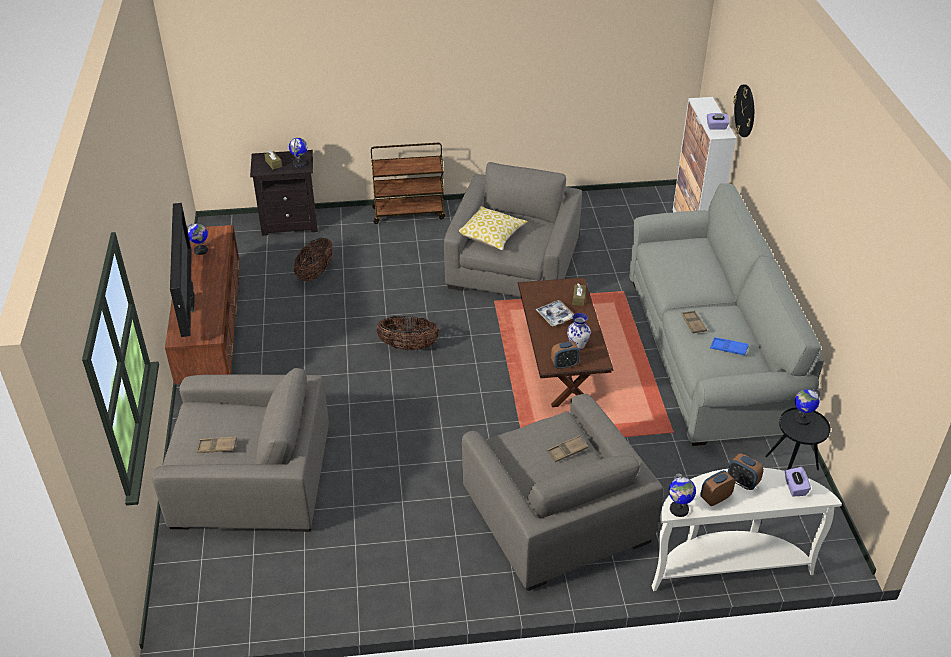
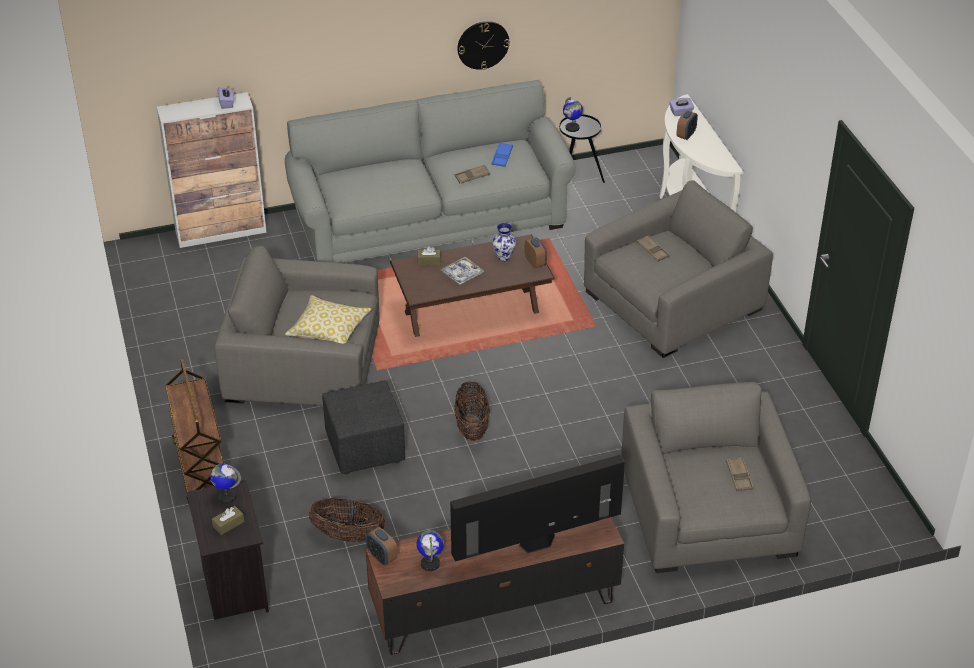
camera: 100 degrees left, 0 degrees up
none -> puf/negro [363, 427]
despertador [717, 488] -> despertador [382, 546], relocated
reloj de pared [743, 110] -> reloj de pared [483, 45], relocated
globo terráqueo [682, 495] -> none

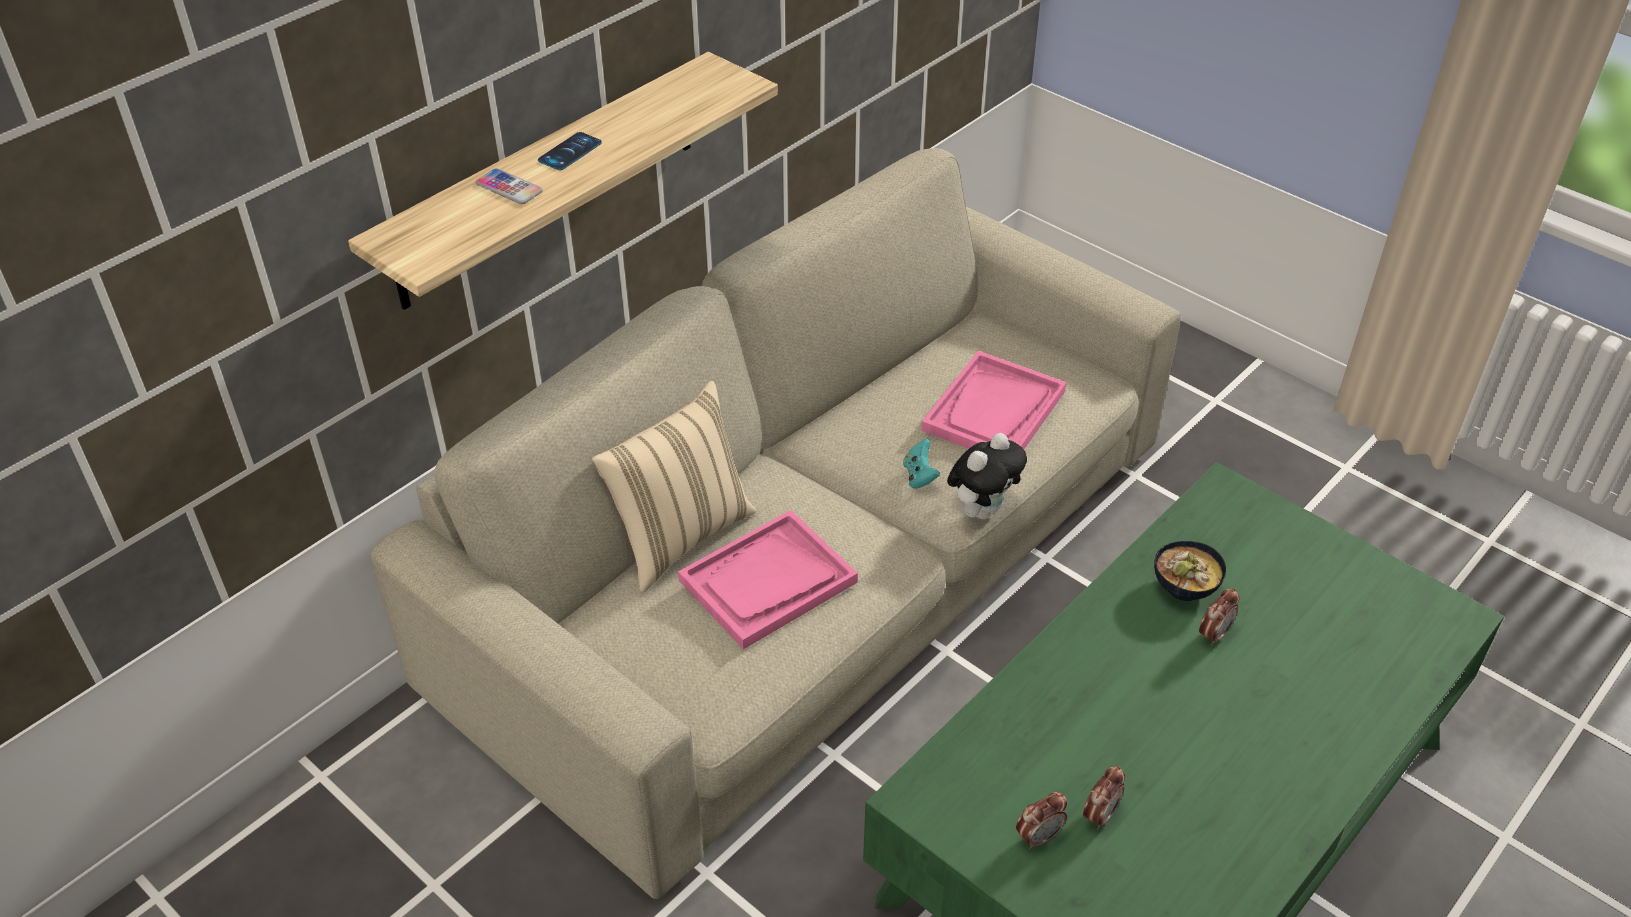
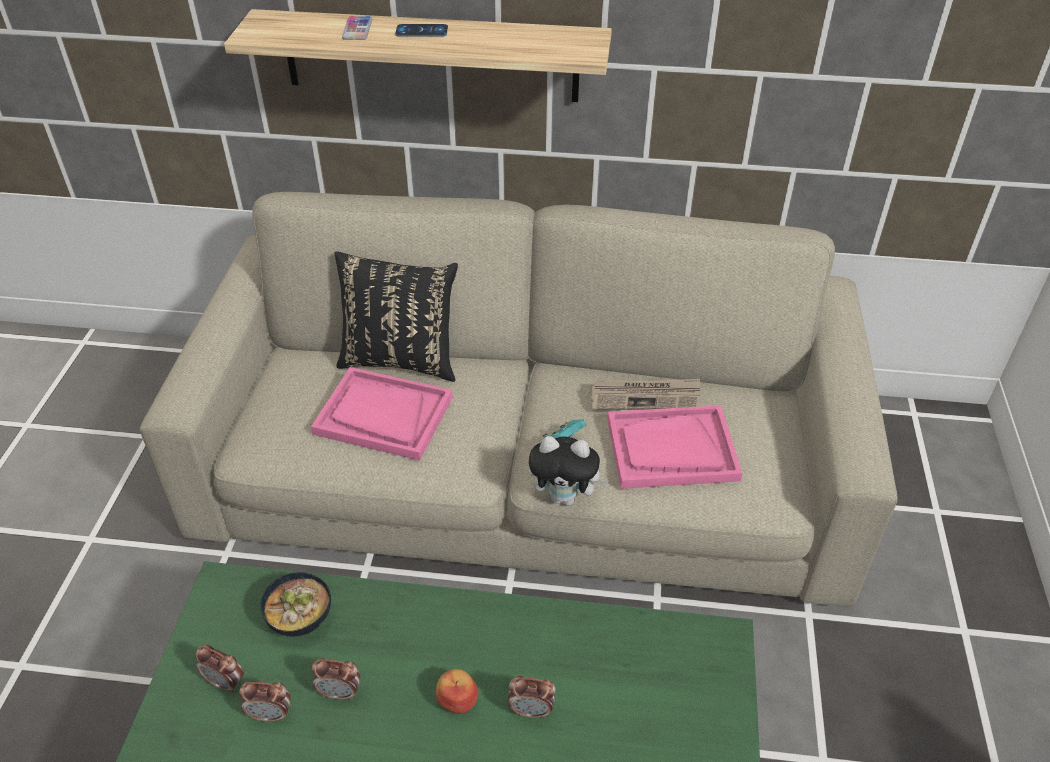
camera: 55 degrees right, 0 degrees up
cuenco [1190, 571] -> cuenco [295, 604], relocated
none -> despertador [336, 679]
cojín/beis [674, 487] -> cojín/negro [396, 317]
none -> manzana [457, 691]
none -> periódico [645, 394]

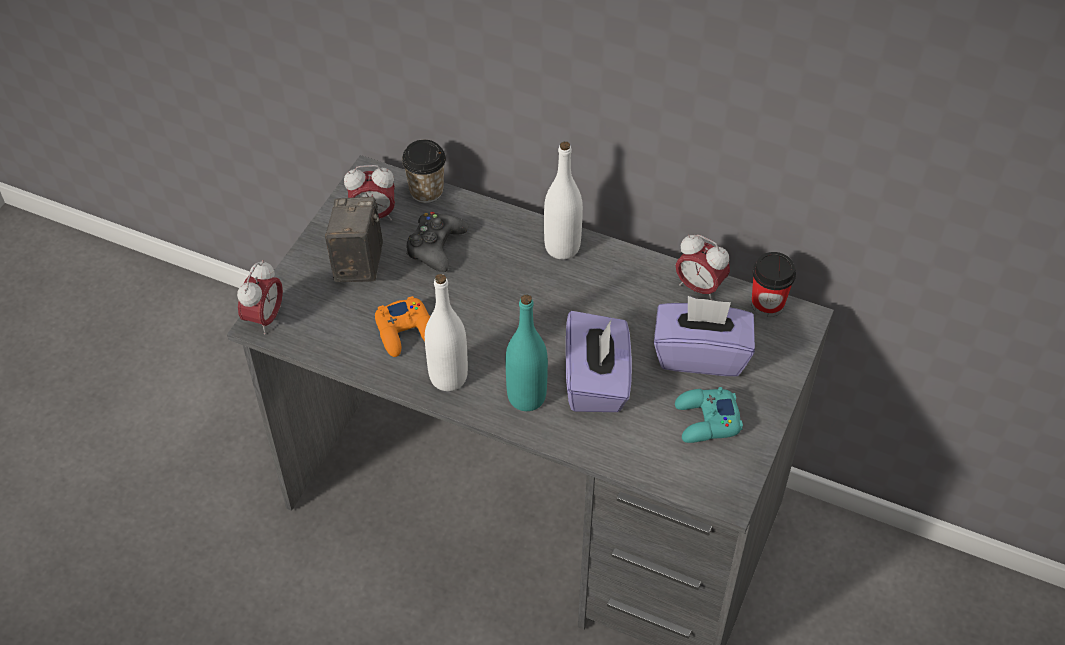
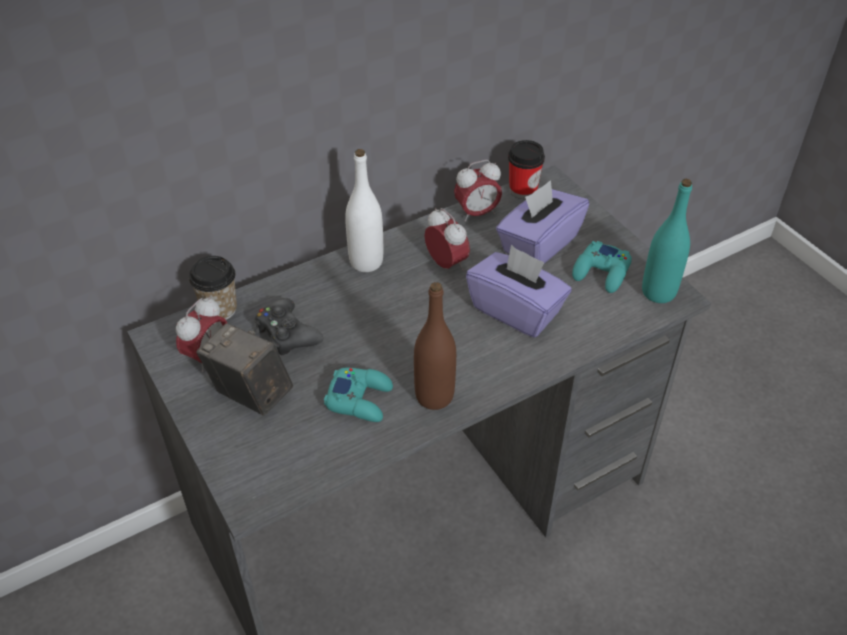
camera: 55 degrees left, 5 degrees down
mando de consola/naranja [402, 326] -> mando de consola/turquesa [358, 395]
botella/blanco [446, 332] -> botella/marrón [435, 346]
despertador [260, 297] -> despertador [447, 239], relocated
botella/turquesa [527, 353] -> botella/turquesa [667, 241], relocated

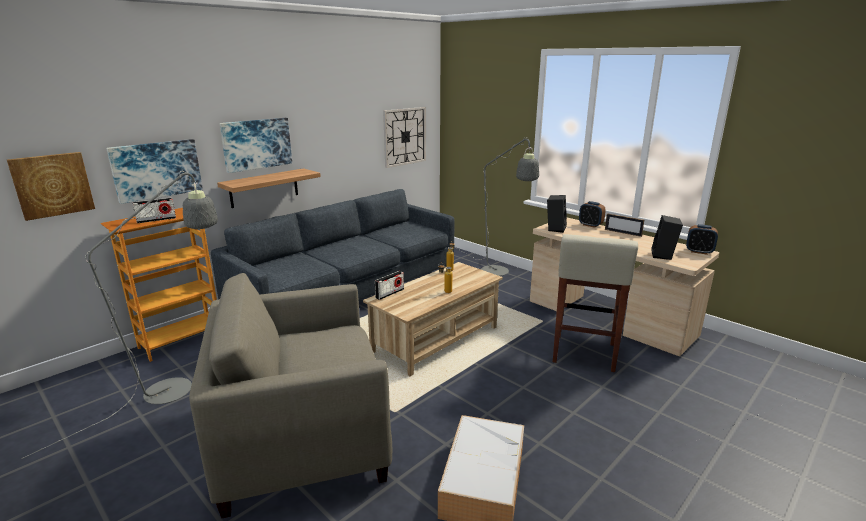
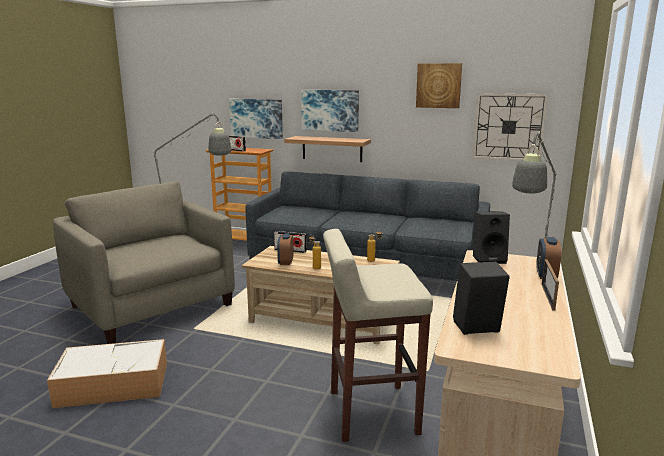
camera: 65 degrees right, 5 degrees down
despertador [702, 239] -> despertador [285, 249], relocated
cuadro [51, 186] -> cuadro [439, 85], relocated

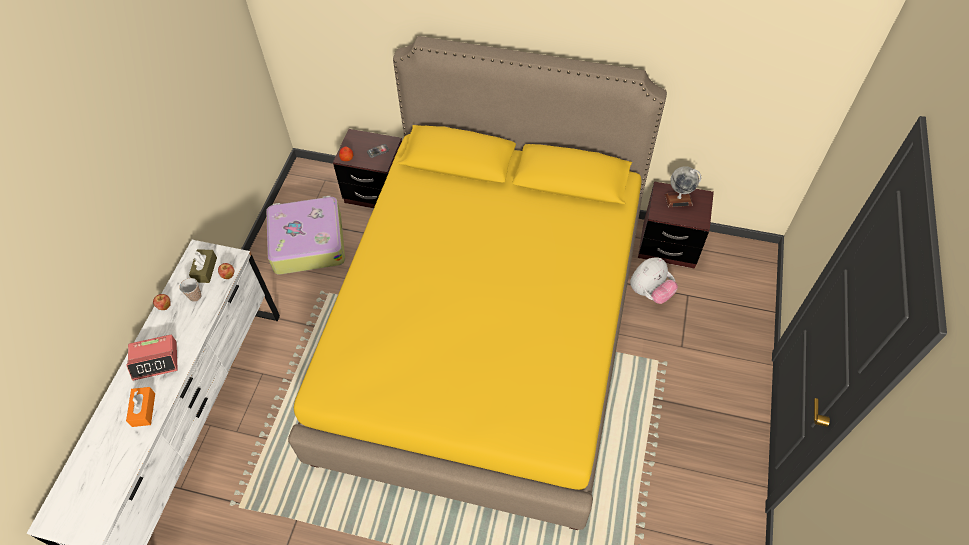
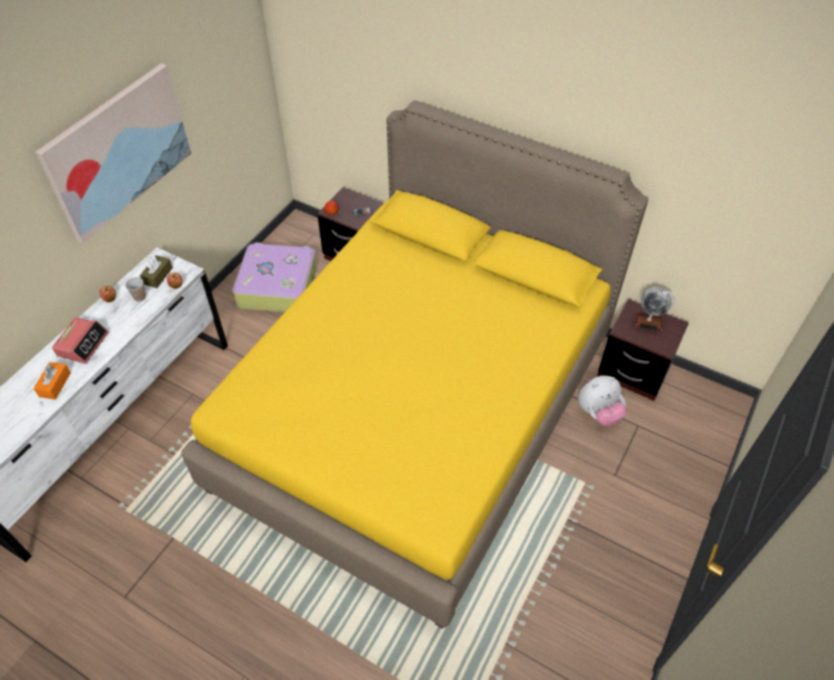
camera: 15 degrees right, 5 degrees down
none -> cuadro [113, 153]
despertador [152, 358] -> despertador [80, 340], 75 degrees counterclockwise

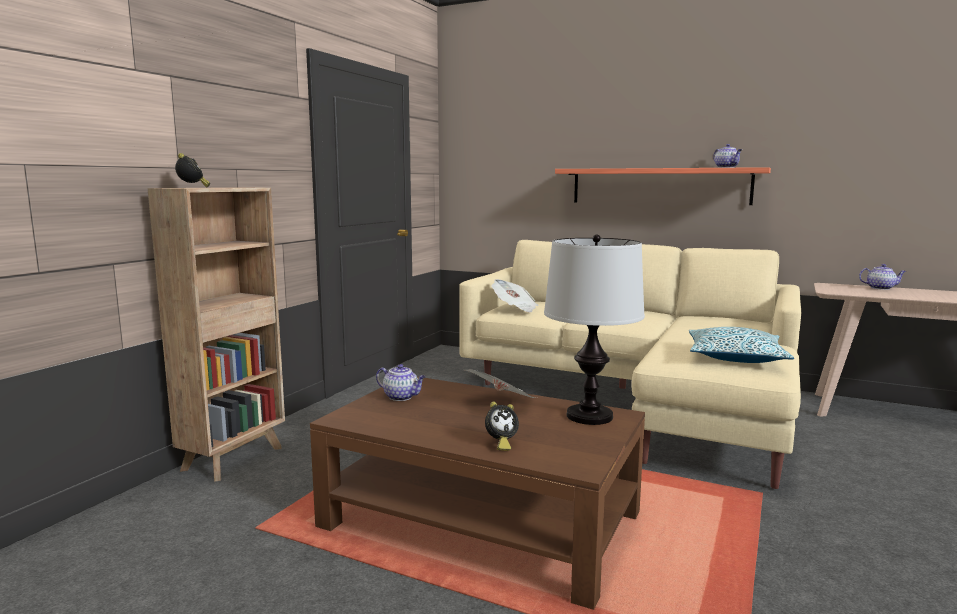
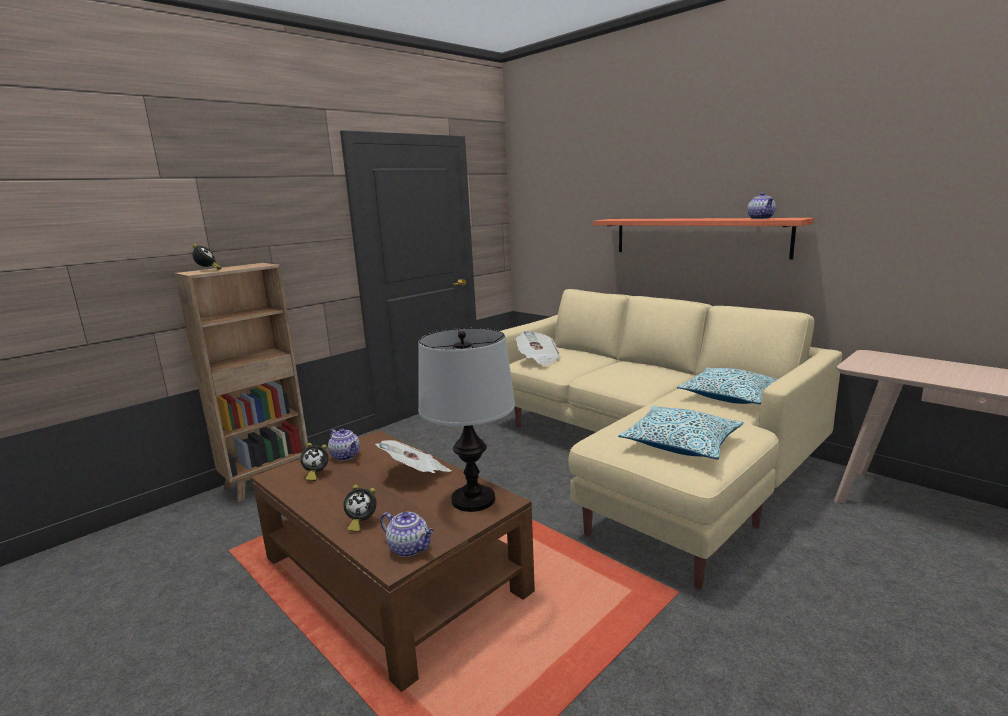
camera: 20 degrees right, 5 degrees up
none -> despertador [314, 462]
tetera [882, 277] -> tetera [407, 534], relocated
none -> cojín [727, 386]

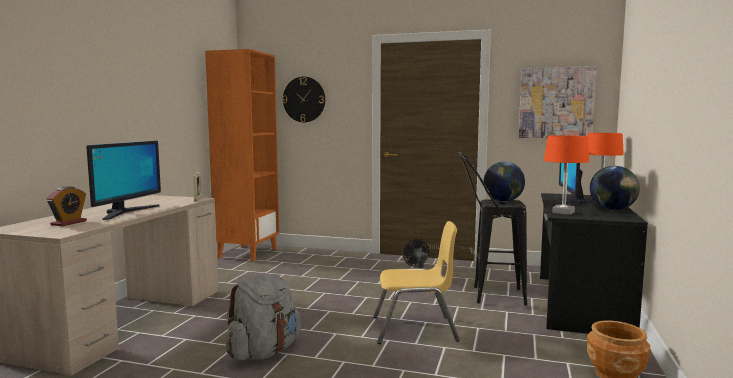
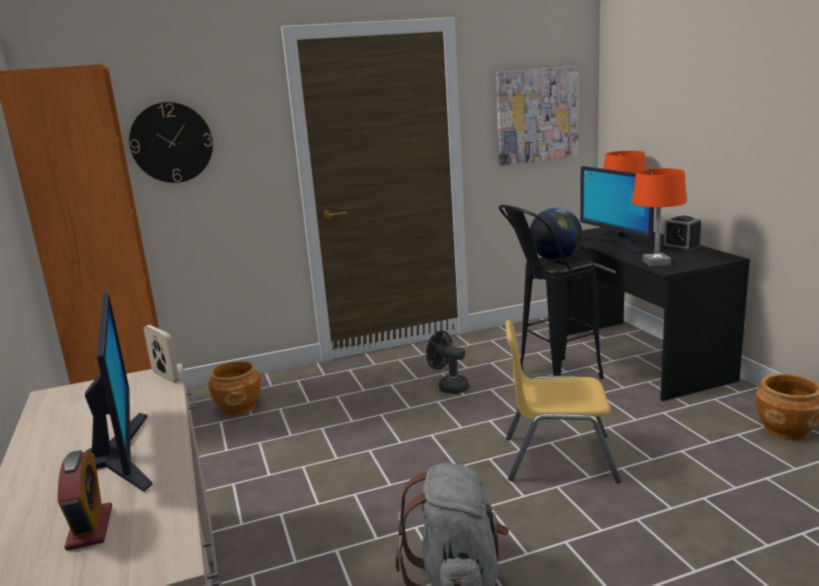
camera: 35 degrees left, 10 degrees up
none -> maceta/marrón [234, 388]
silla/amarillo [417, 282] -> silla/amarillo [563, 401], 135 degrees counterclockwise
globo terráqueo [615, 188] -> despertador [681, 234]

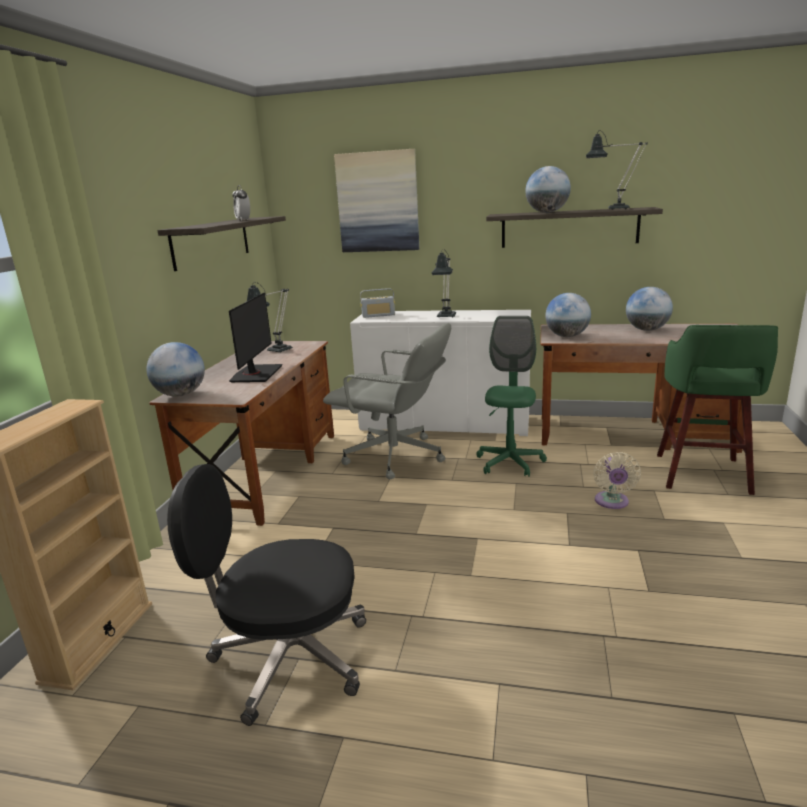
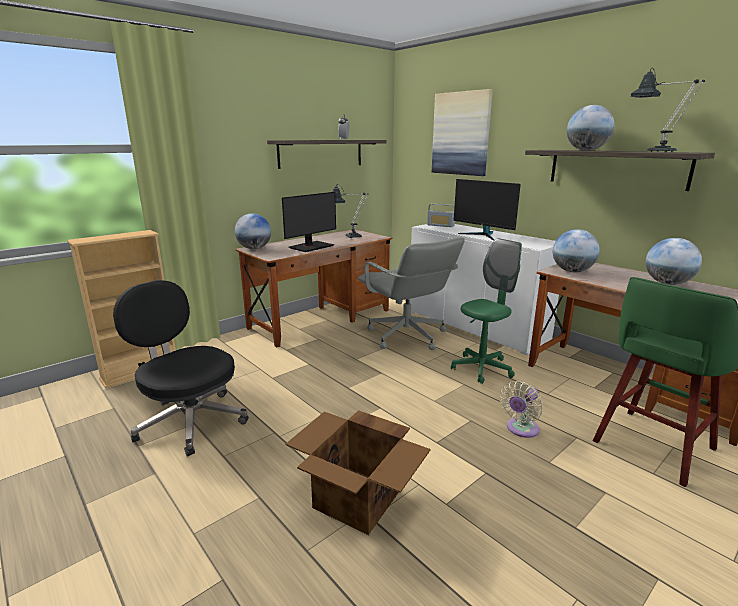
camera: 35 degrees right, 0 degrees up
none -> caja de cartón [358, 472]
lámpara de mesa [443, 283] -> monitor [487, 209]

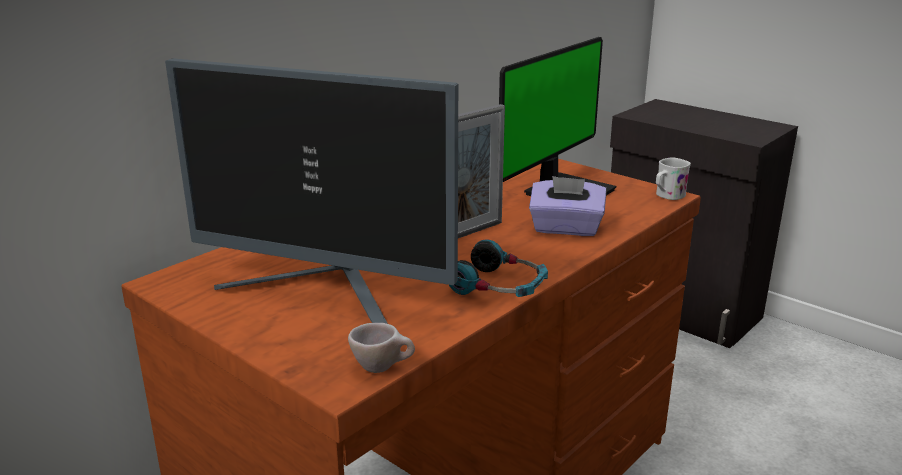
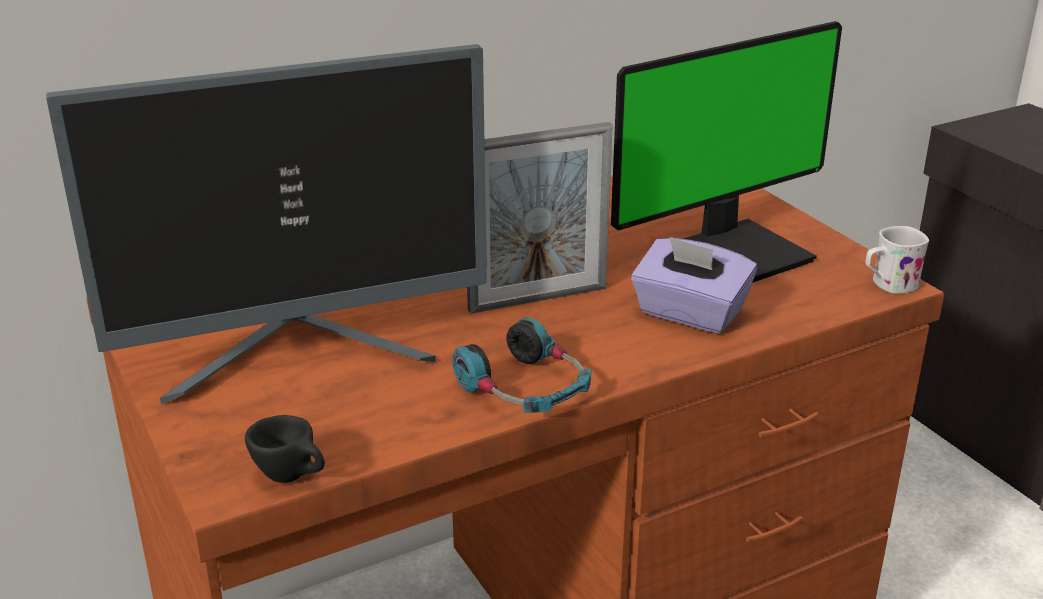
camera: 20 degrees right, 5 degrees up
monitor [311, 191] -> monitor [266, 224], 60 degrees counterclockwise
taza/beis [381, 348] -> taza/negro [285, 449]

